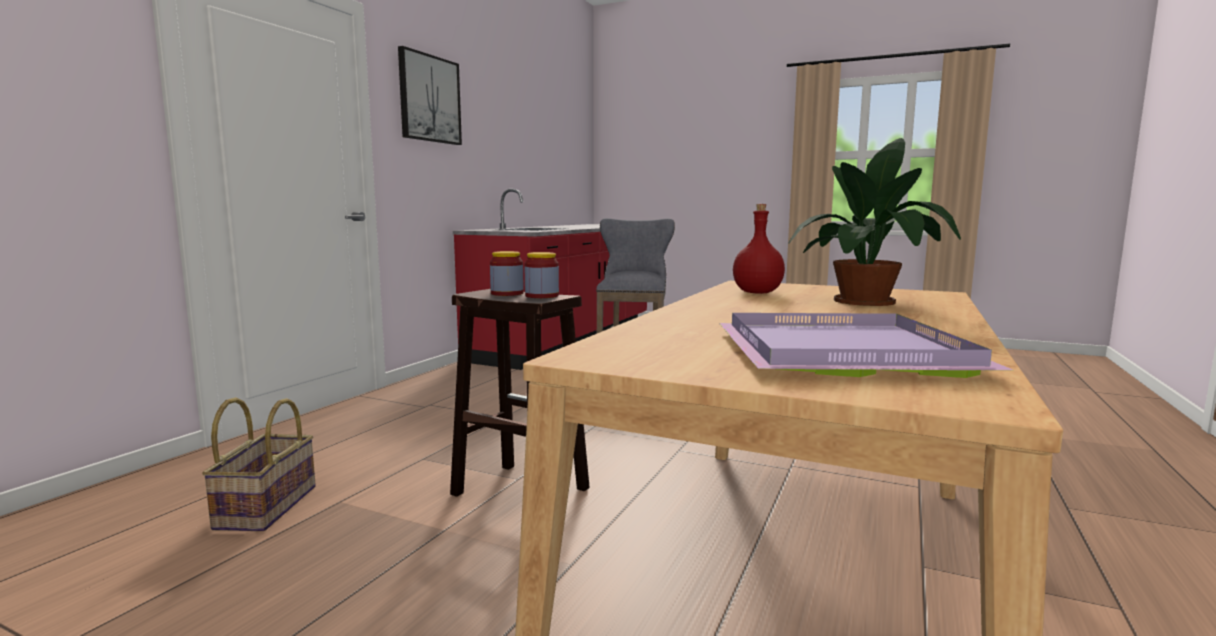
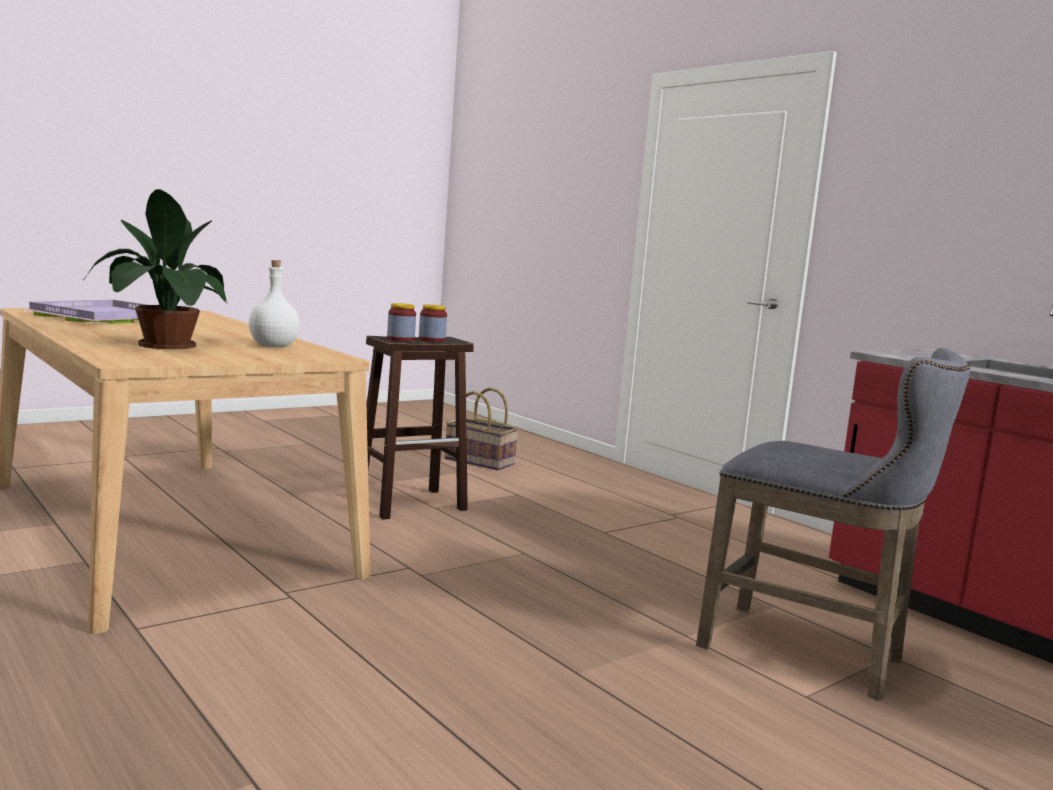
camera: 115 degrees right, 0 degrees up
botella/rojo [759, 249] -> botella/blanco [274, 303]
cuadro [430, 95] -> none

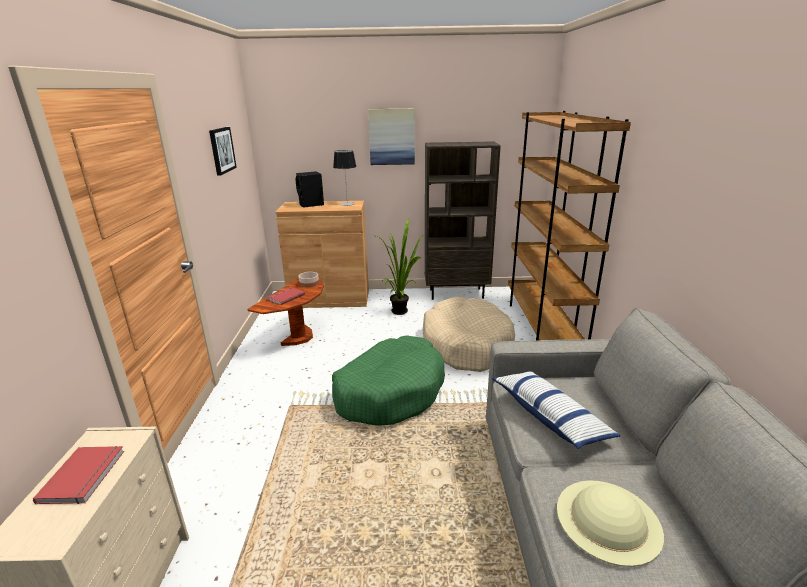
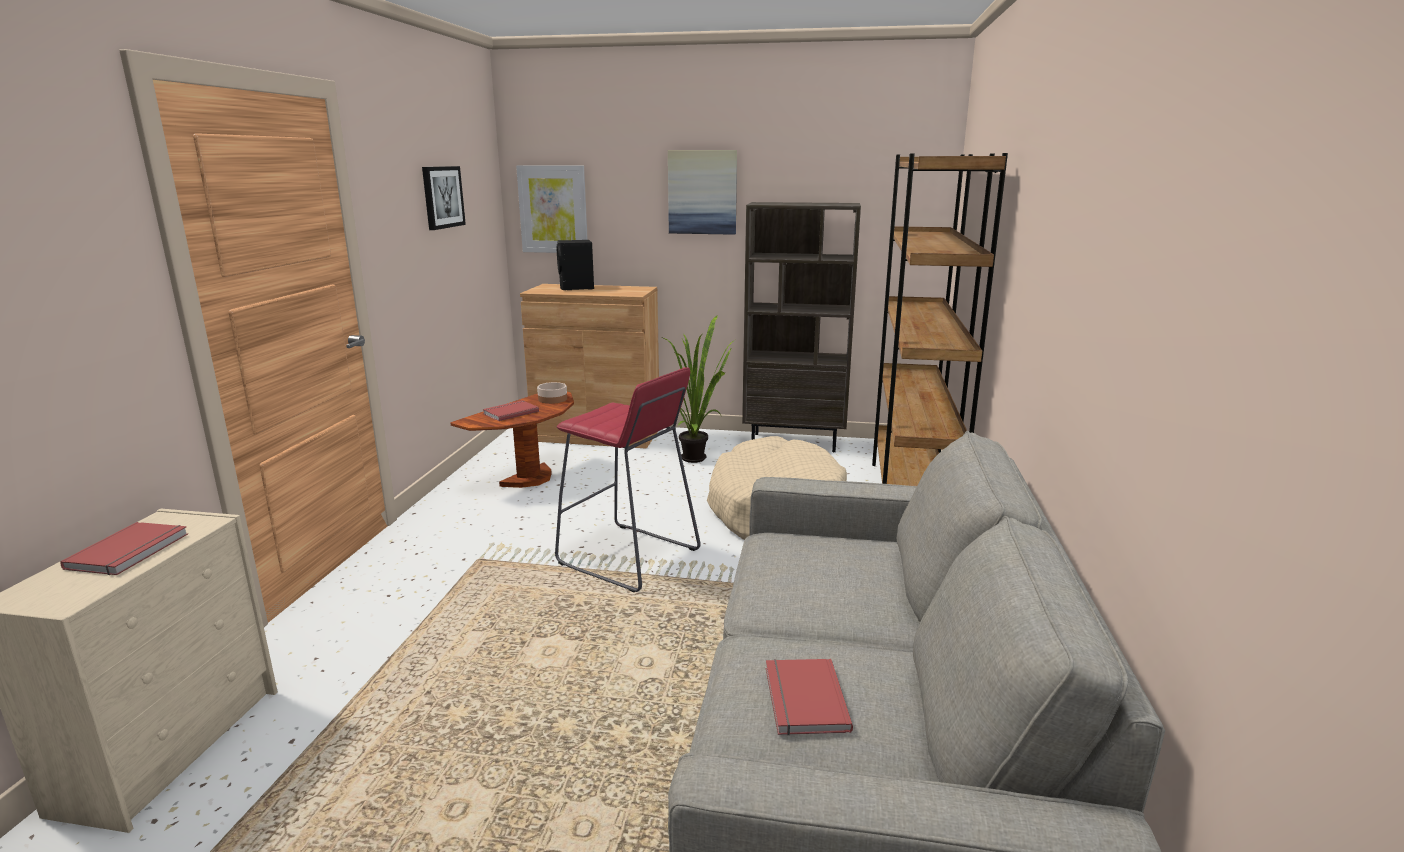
camera: 10 degrees right, 5 degrees down
none -> cuadro [552, 209]
cama para perro/verde [388, 380] -> taburete/rojo [628, 479]
sombrero/beis [610, 523] -> libro/rojo [809, 697]
lámpara de mesa [344, 178] -> none
cojín [556, 410] -> none

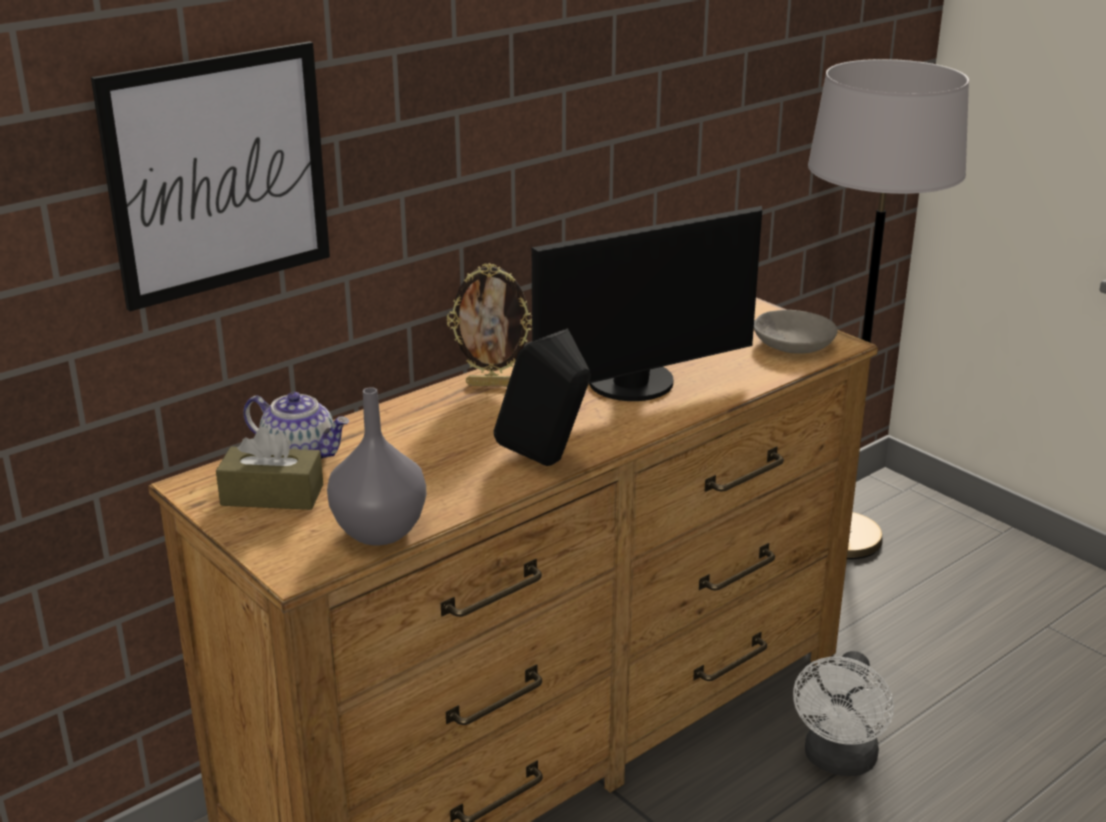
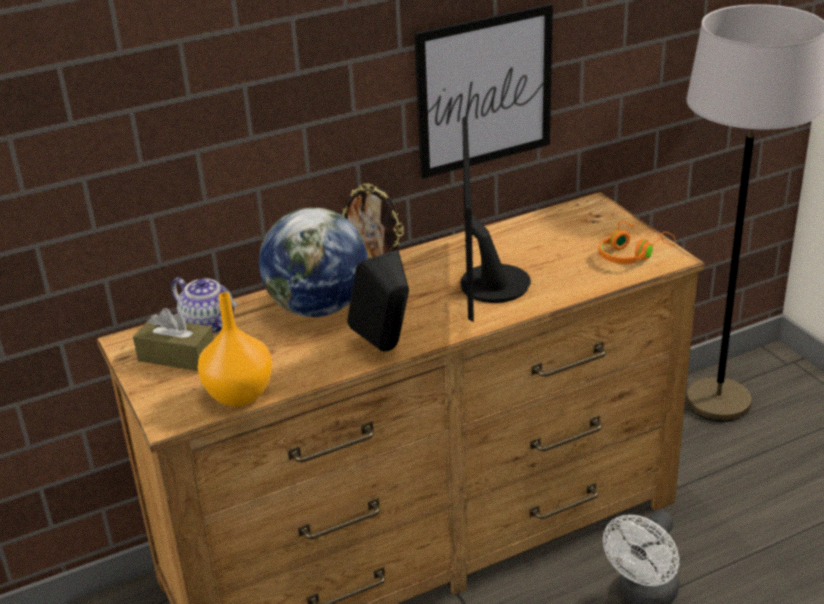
camera: 15 degrees right, 5 degrees up
florero/gris [376, 466] -> florero/naranja [235, 349]
none -> globo terráqueo [313, 262]
cuadro [210, 176] -> cuadro [483, 91], relocated
monitor [647, 303] -> monitor [496, 219], 105 degrees clockwise
cuenco/gris [796, 332] -> auriculares/naranja [637, 242]

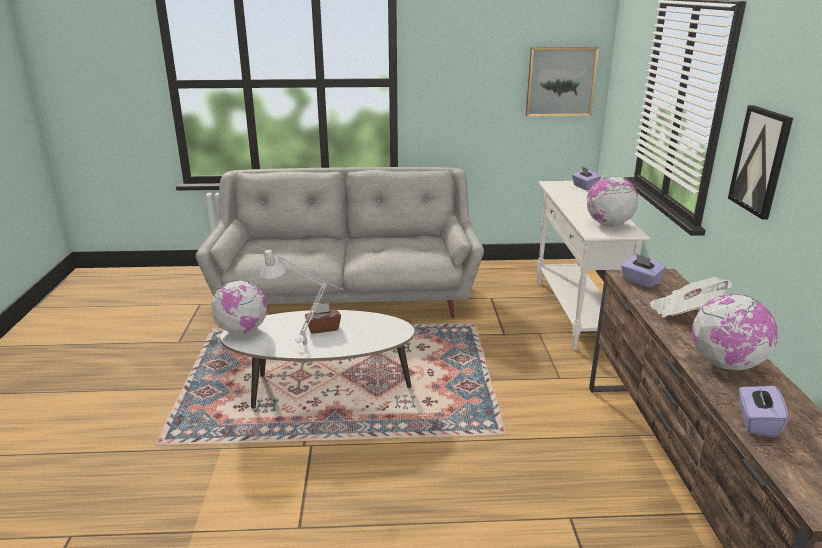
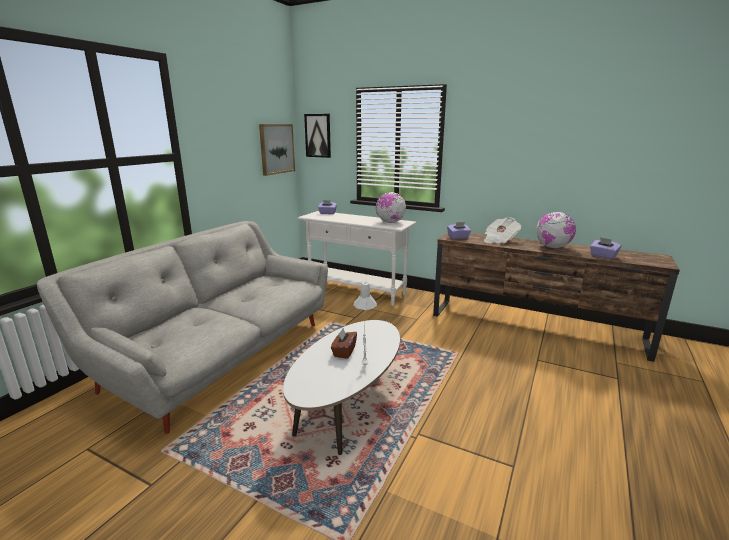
camera: 60 degrees left, 5 degrees down
cuadro [760, 162] -> cuadro [317, 136], relocated
globo terráqueo [239, 307] -> none

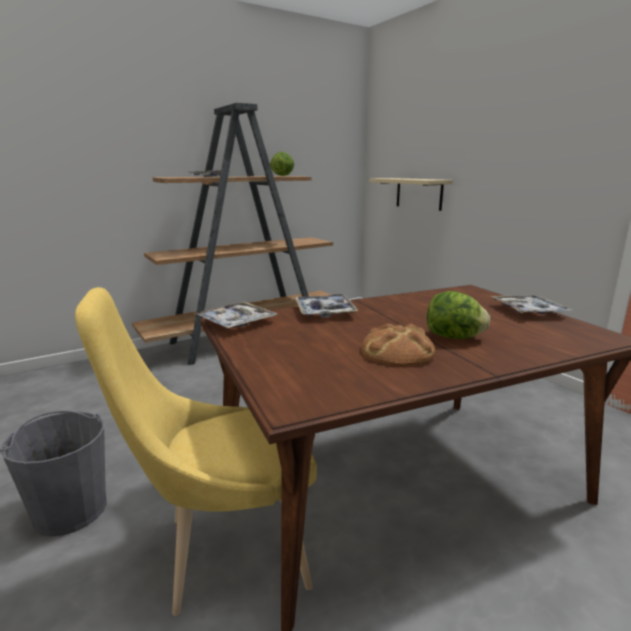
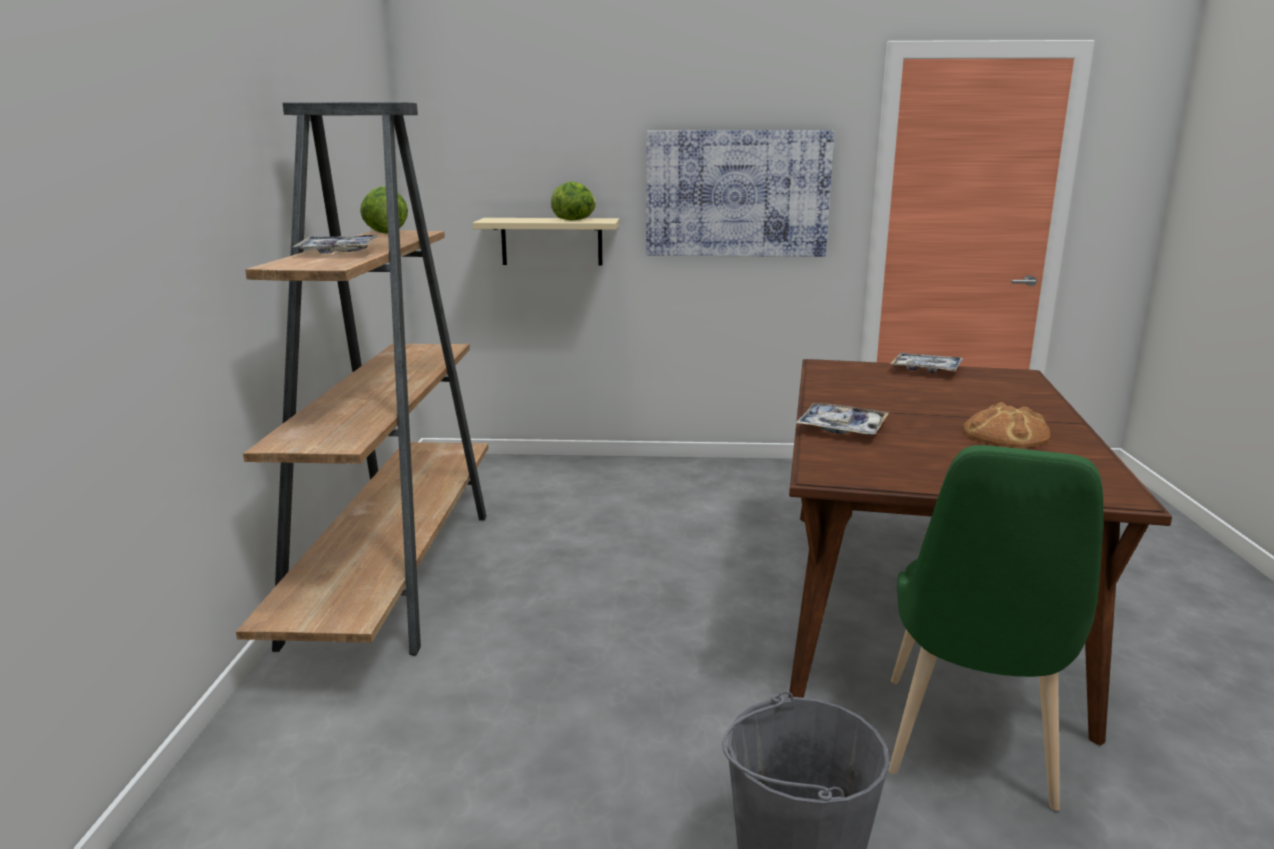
camera: 55 degrees left, 0 degrees up
lechuga [458, 315] -> lechuga [573, 201], relocated
none -> cuadro [740, 193]
silla/amarillo [196, 451] -> silla/verde [996, 627]
bandeja [237, 315] -> none

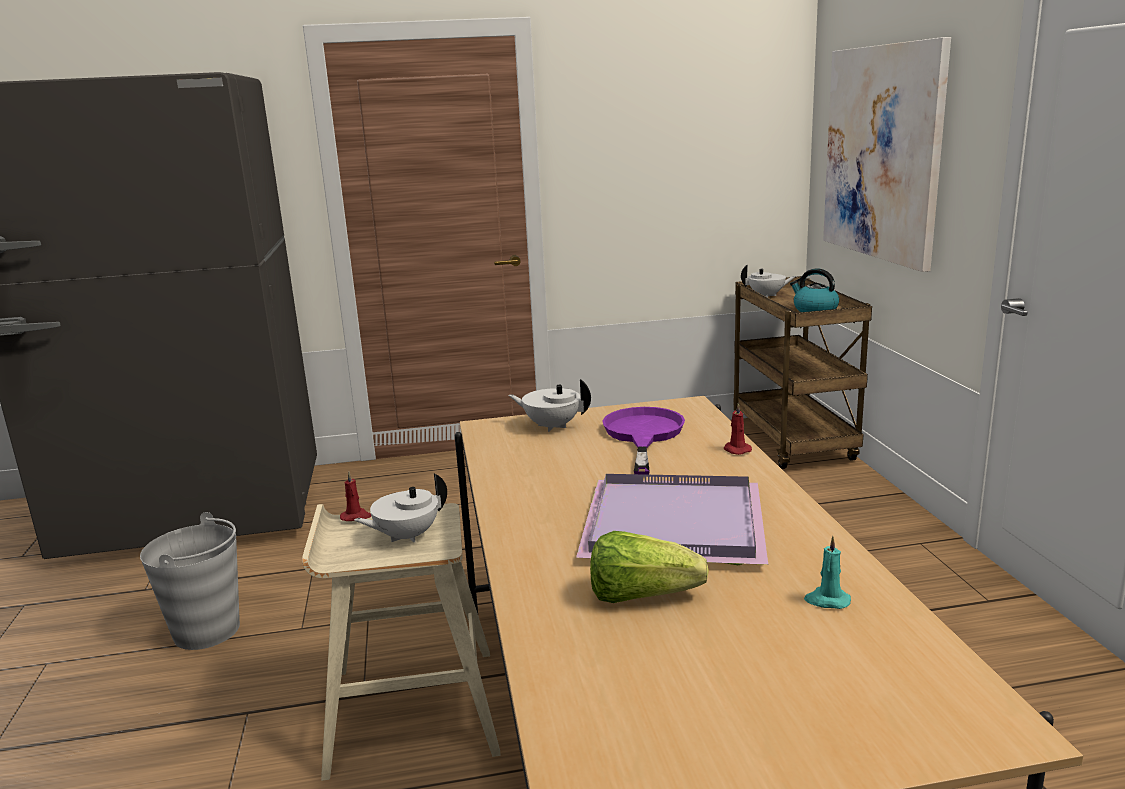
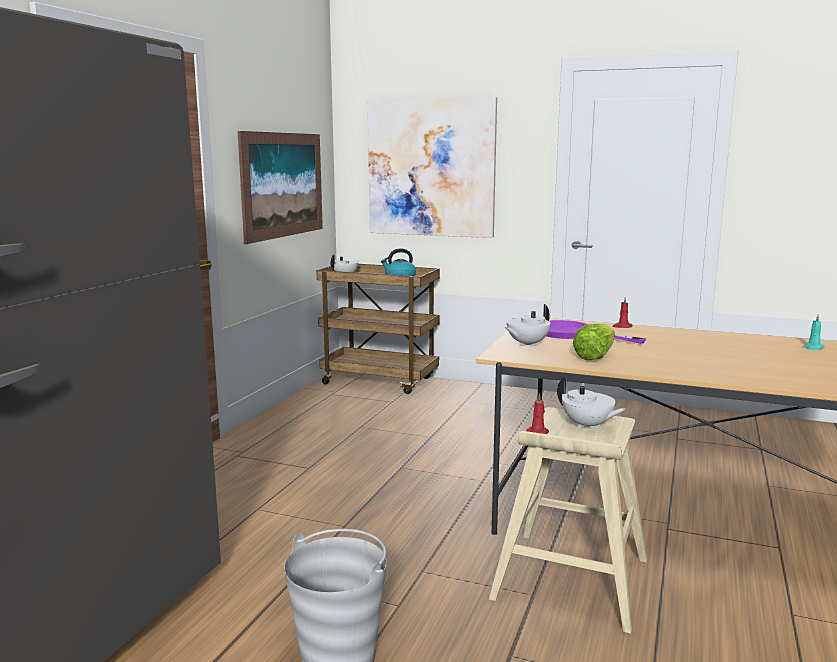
camera: 60 degrees left, 5 degrees down
none -> cuadro [280, 187]
tetera/blanco [400, 507] -> tetera/blanco [592, 403], 45 degrees counterclockwise
lechuga [649, 567] -> lechuga [594, 342], relocated
bandeja/morado [672, 519] -> none

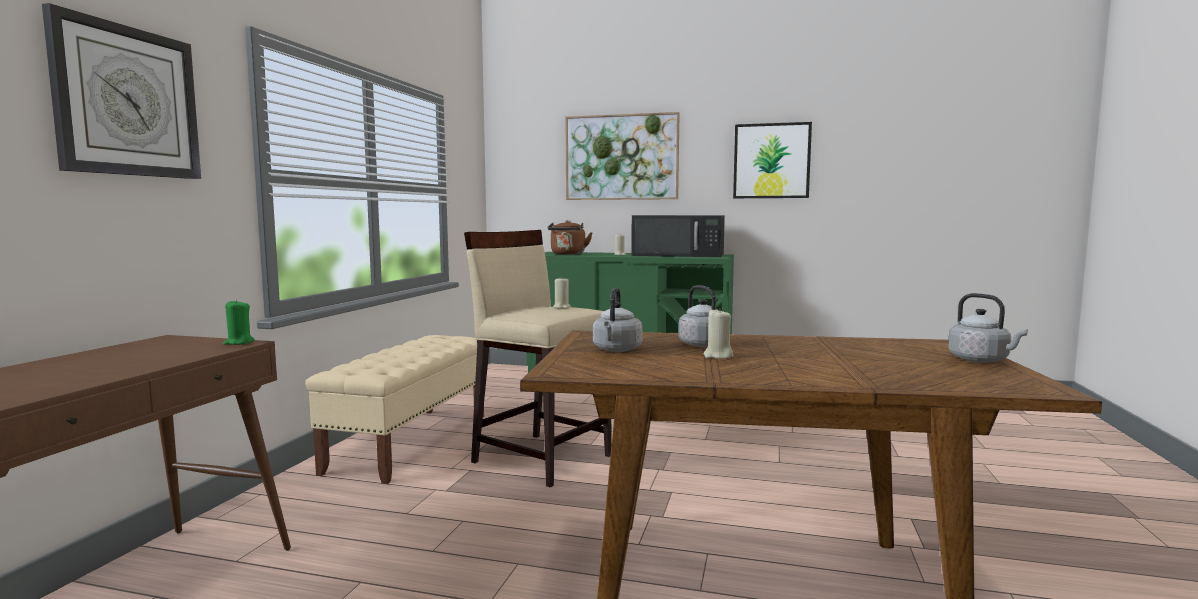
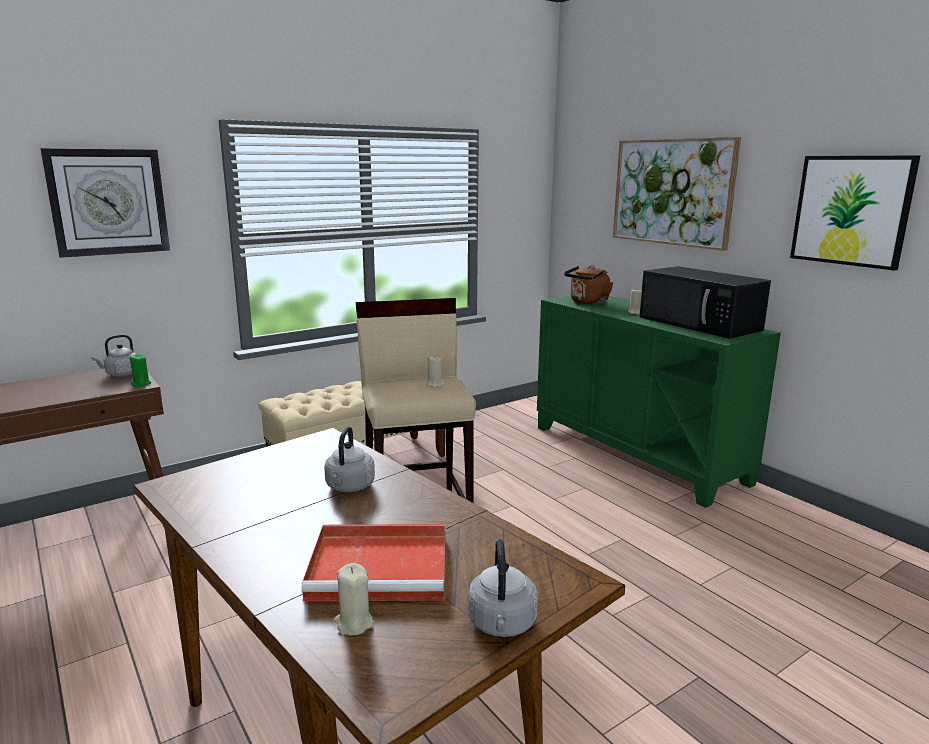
camera: 40 degrees right, 10 degrees up
hervidor/gris [618, 319] -> hervidor/gris [114, 356], relocated
none -> bandeja/rojo [373, 562]
vela/beis [718, 333] -> vela/beis [354, 599], relocated

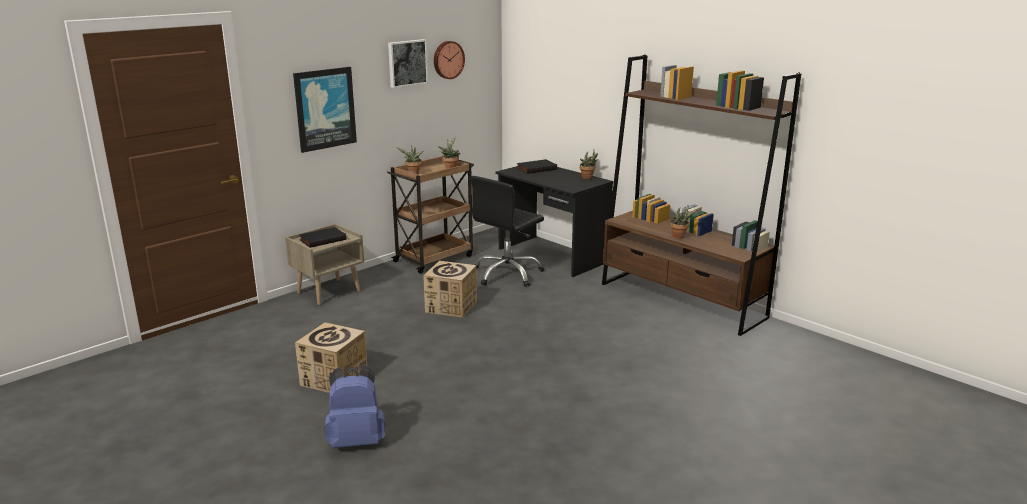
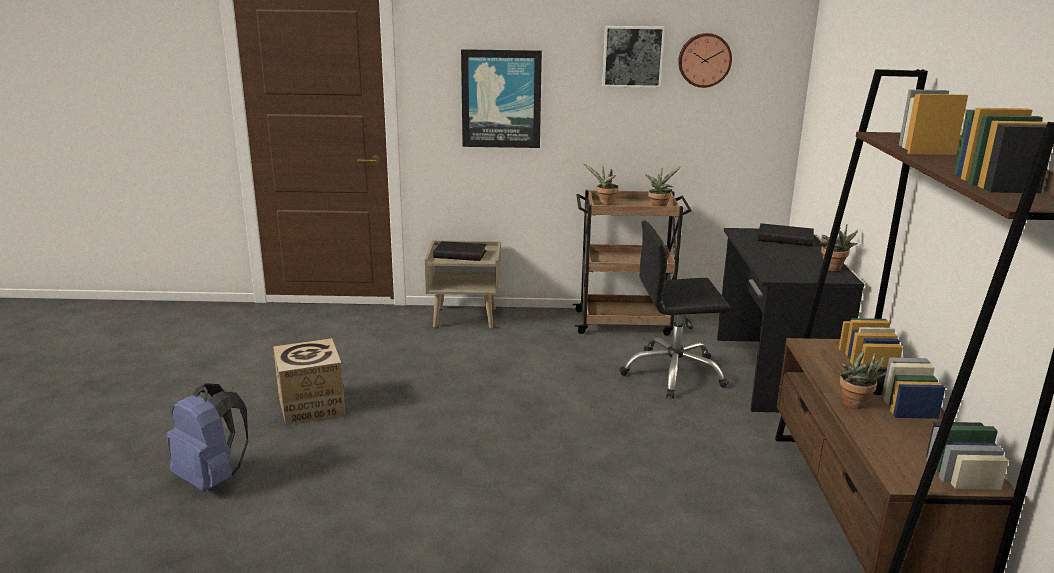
camera: 45 degrees right, 0 degrees up
caja de cartón [450, 289] -> none

